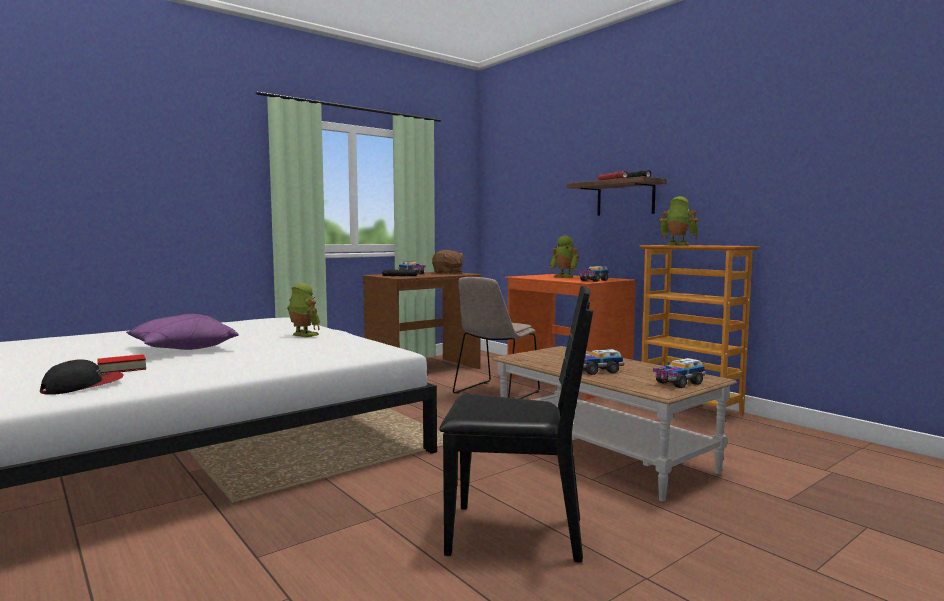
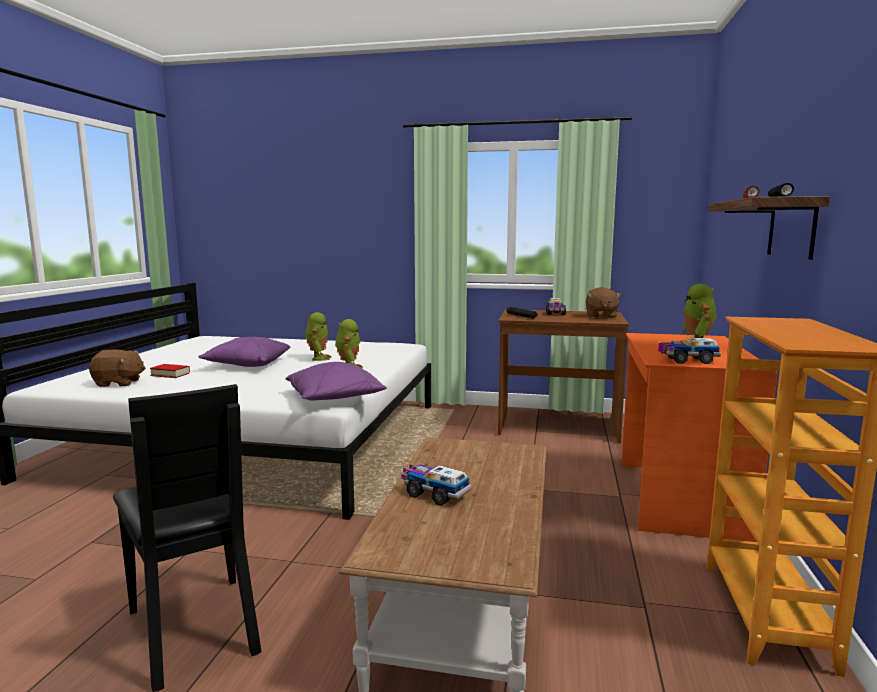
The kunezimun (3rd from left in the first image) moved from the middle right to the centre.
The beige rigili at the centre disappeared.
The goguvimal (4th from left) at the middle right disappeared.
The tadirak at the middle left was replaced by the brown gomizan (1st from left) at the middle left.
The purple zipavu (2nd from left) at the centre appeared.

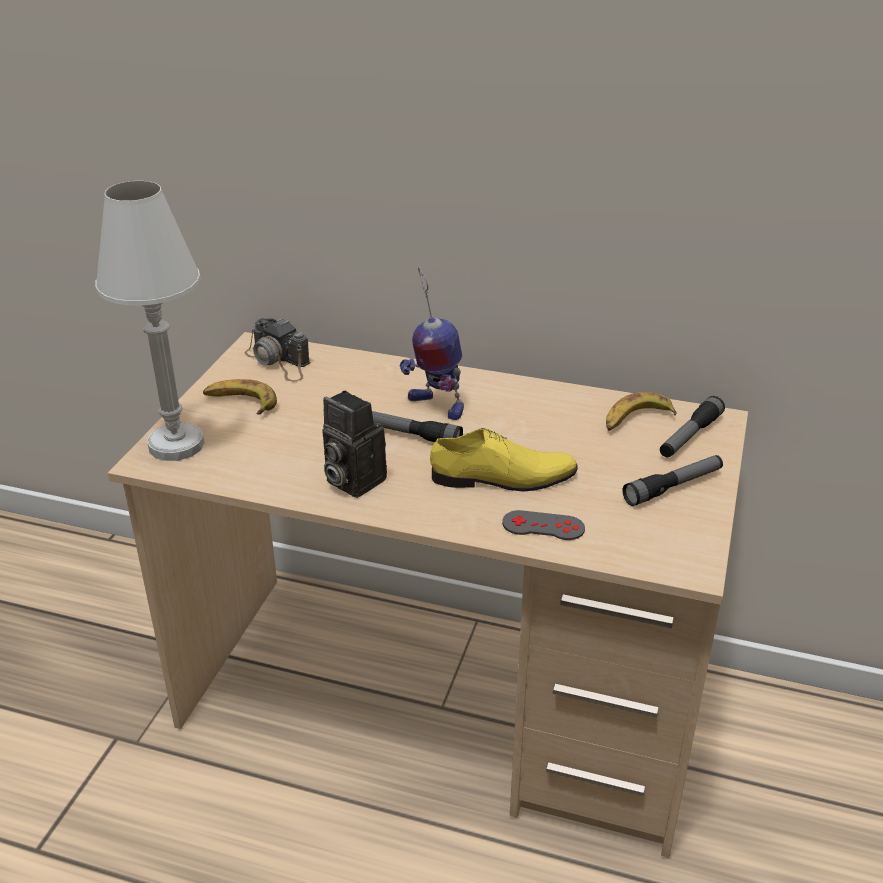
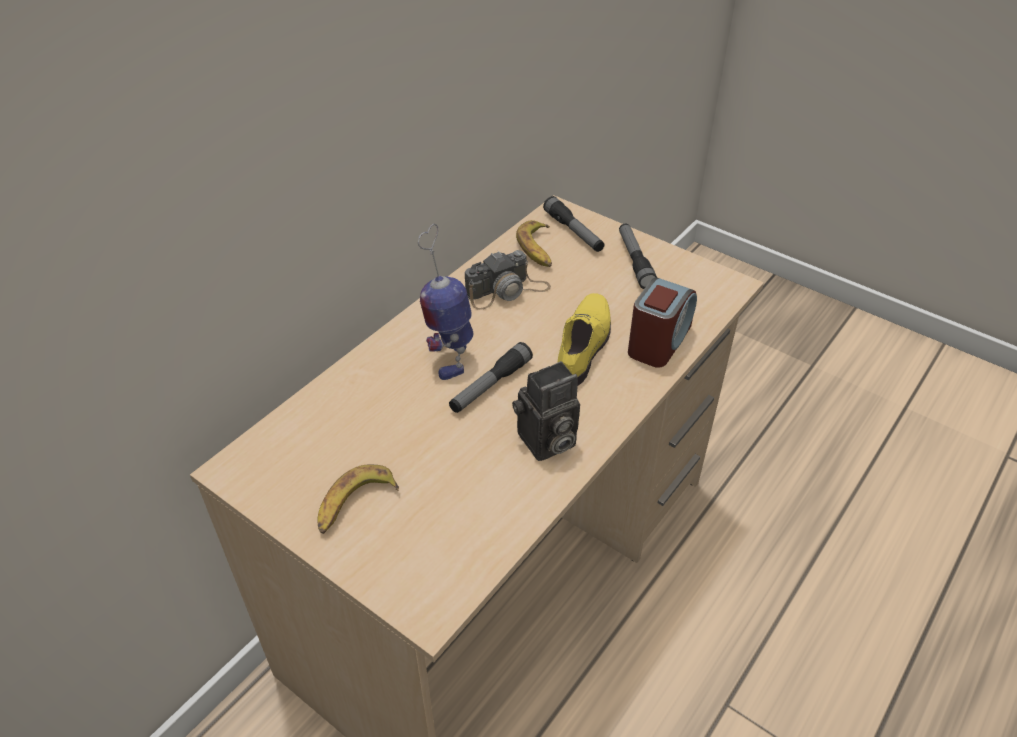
The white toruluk at the middle left disappeared.
The kunezimun at the centre turned 120 degrees clockwise.
The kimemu (1st from left) moved from the middle left to the centre.
The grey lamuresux at the centre was replaced by the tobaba at the centre.

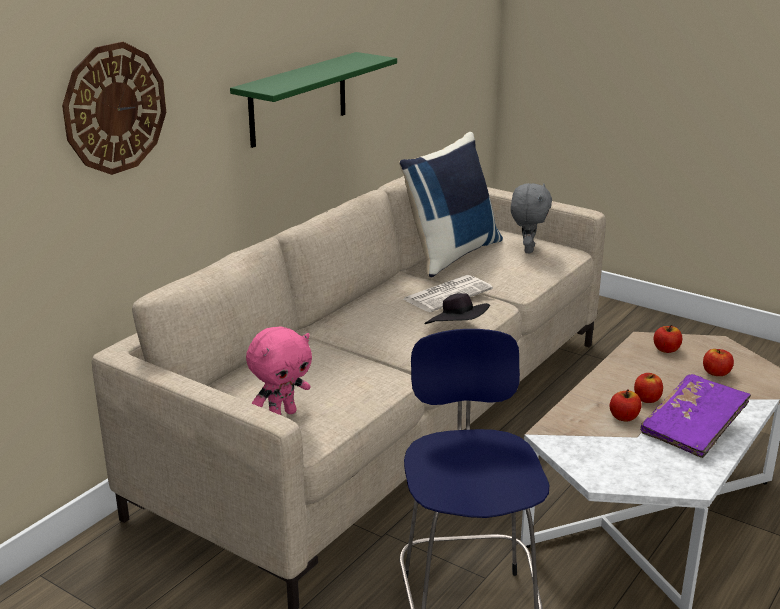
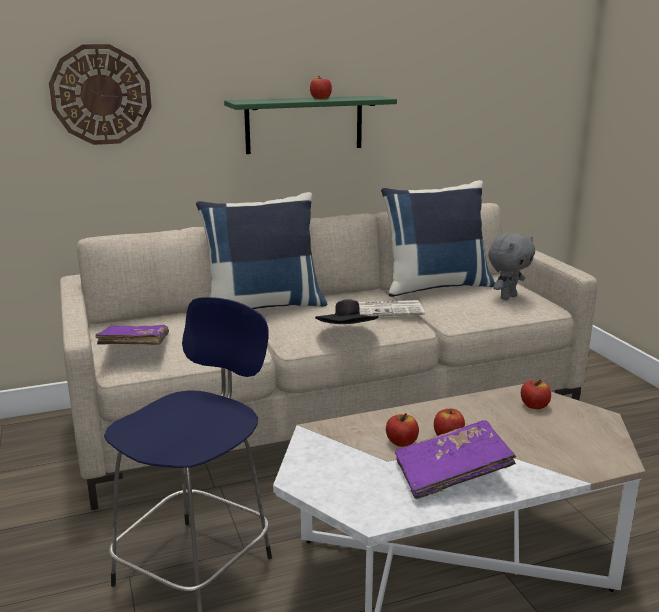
The pink gomizan at the centre was replaced by the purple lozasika (1st from left) at the middle left.
The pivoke (4th from left in the first image) moved from the middle right to the top centre.
The blue zipavu (1st from left) at the centre appeared.

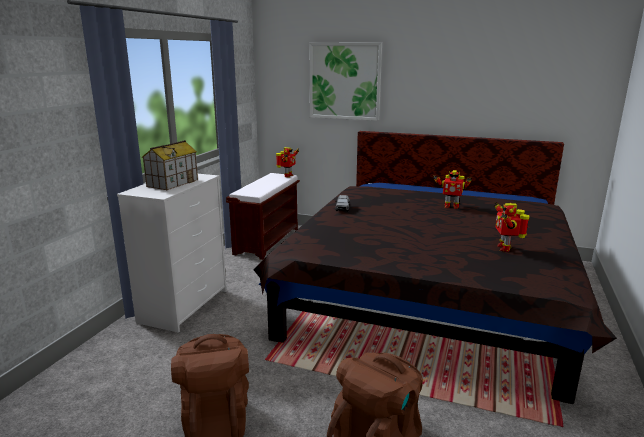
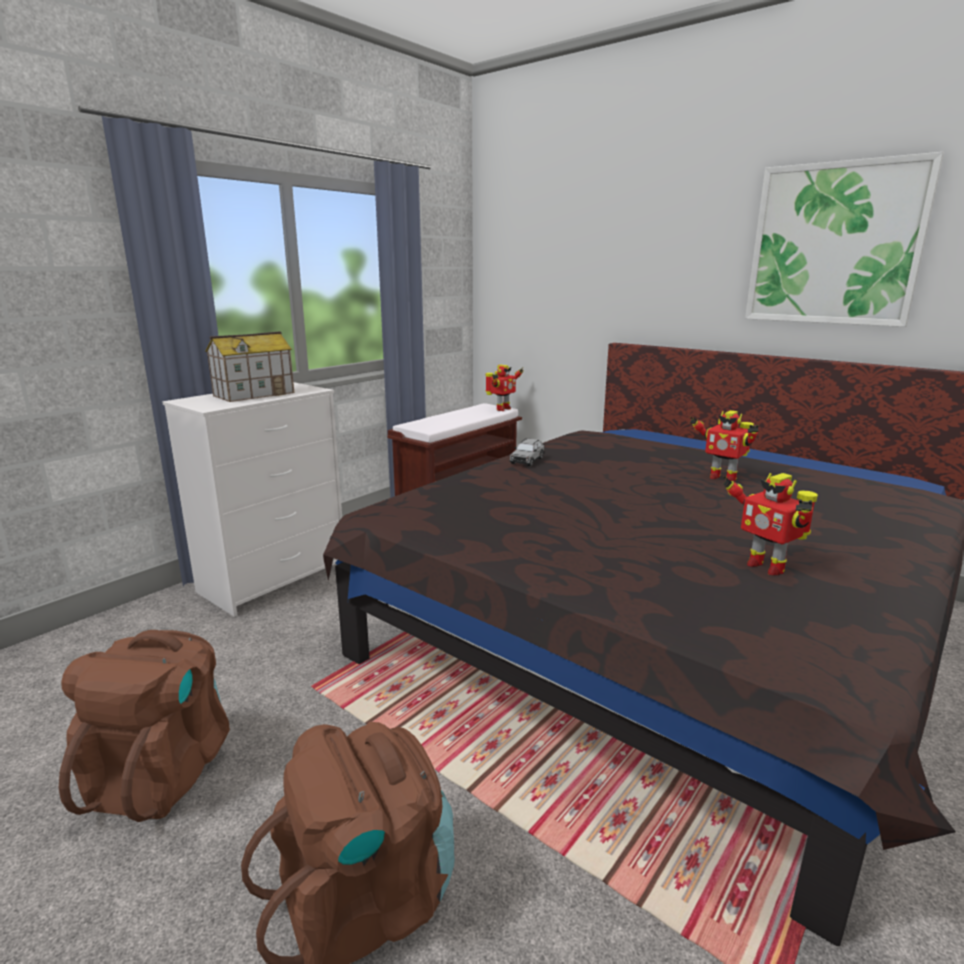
The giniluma moved from the top centre to the top right.
The kunezimun (3rd from left) at the middle right turned 60 degrees counterclockwise.

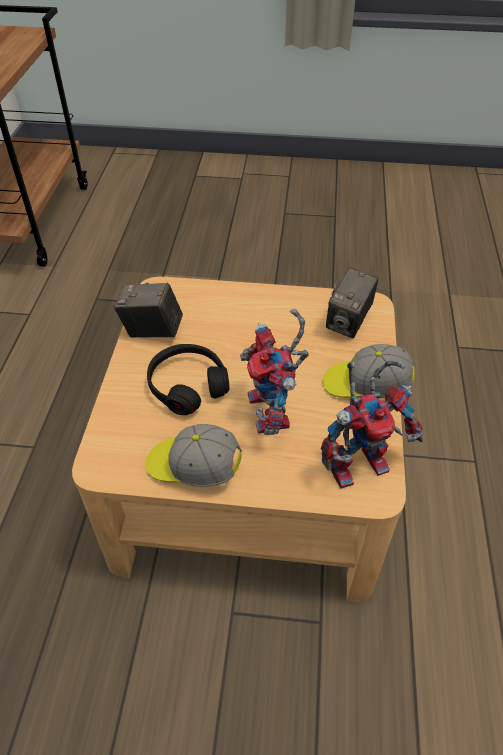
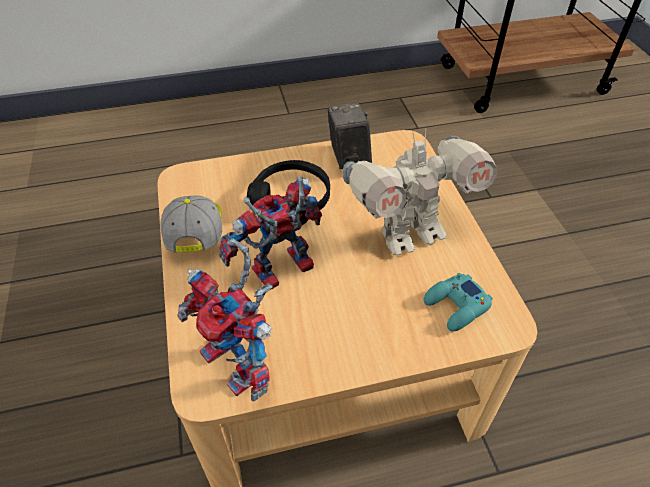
The kimemu (2nd from left) at the middle right was replaced by the turquoise lamuresux at the middle right.
The tadirak (2nd from left) at the middle right disappeared.
The kunezimun (3rd from left) at the centre appeared.

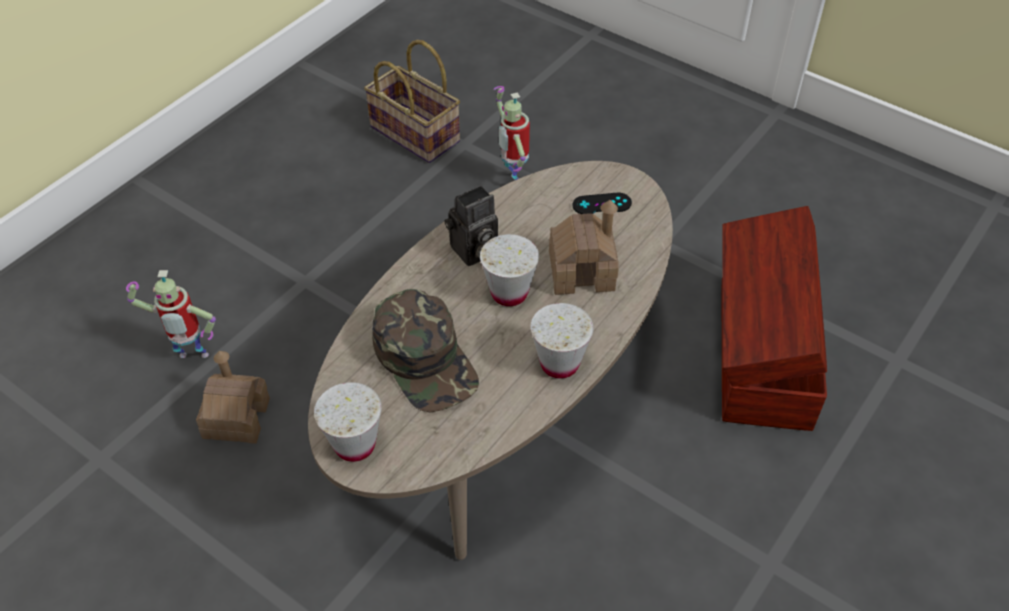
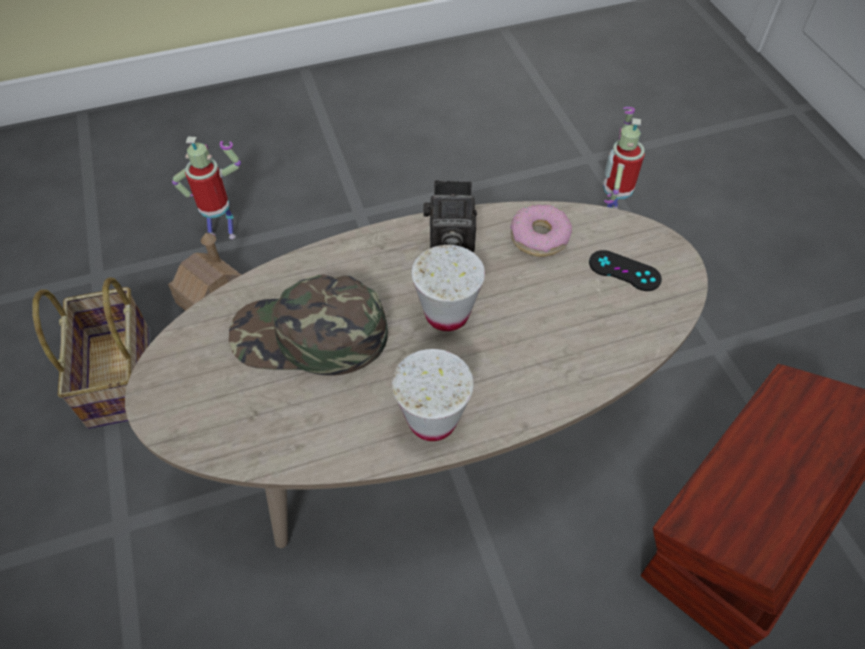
The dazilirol moved from the top centre to the middle left.
The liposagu (2nd from left) at the centre disappeared.
The kunezimun (1st from left) at the middle left turned 150 degrees clockwise.
The green tadirak at the centre turned 90 degrees clockwise.
The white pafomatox (1st from left) at the bottom centre disappeared.
The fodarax at the centre appeared.

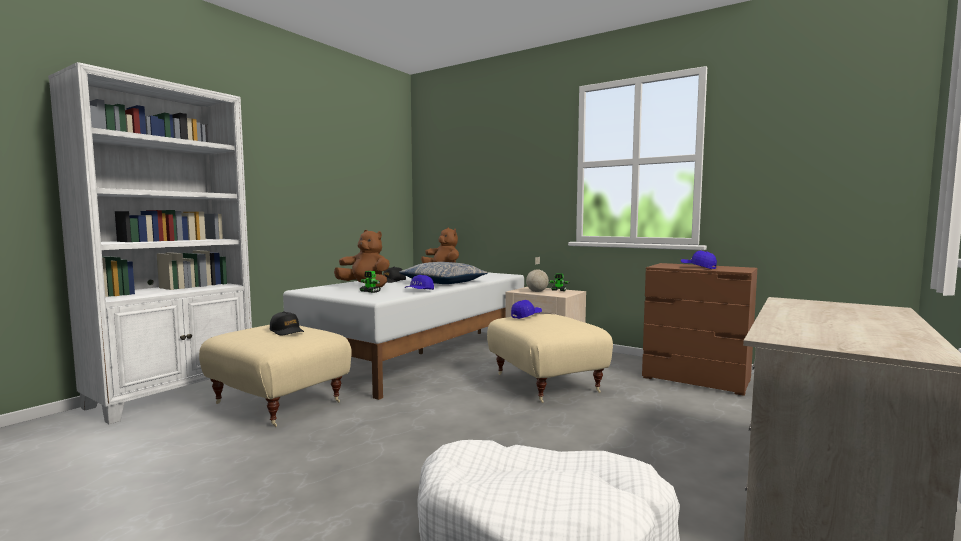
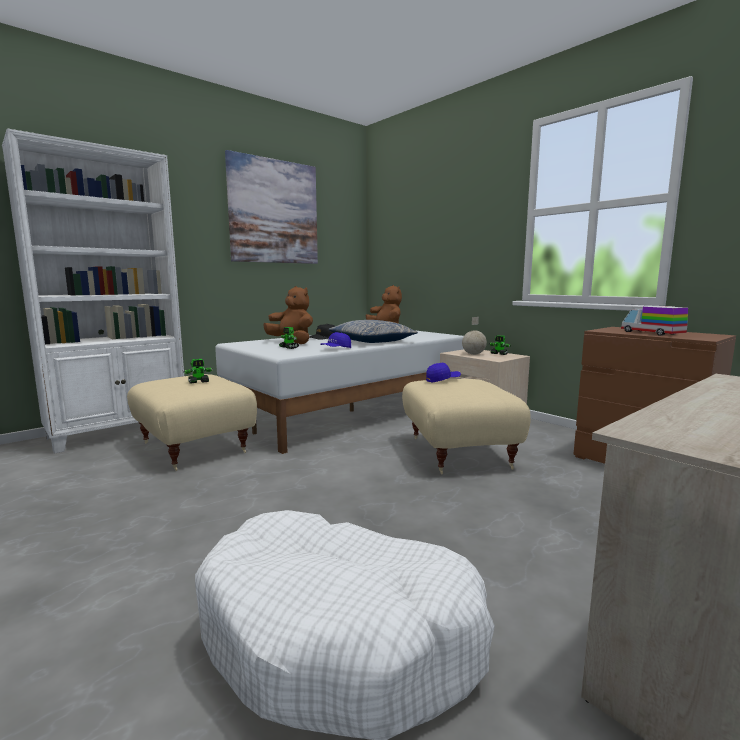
The blue tadirak (3rd from left) at the middle right was replaced by the goguvimal at the middle right.
The black tadirak (1st from left) at the middle left was replaced by the kunezimun (1st from left) at the middle left.
The giniluma at the top centre appeared.

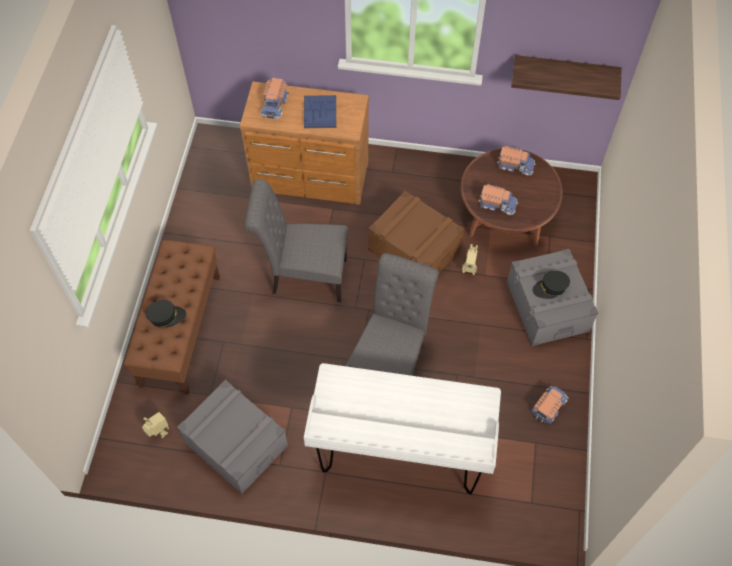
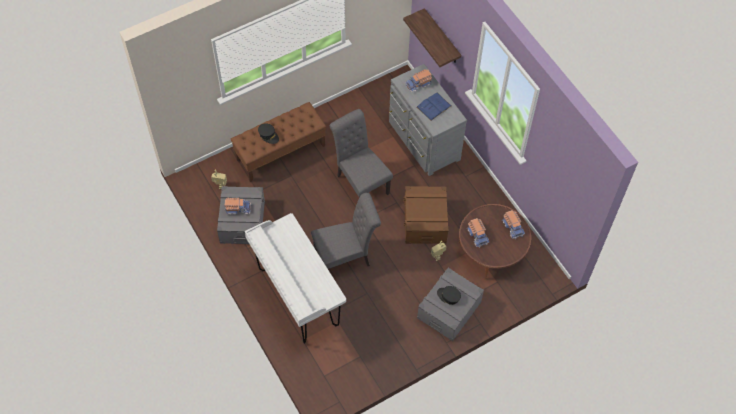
The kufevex moved from the top right to the top centre.
The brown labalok at the top centre became the grey labalok at the top centre.
The goguvimal (4th from left in the first image) moved from the bottom right to the middle left.

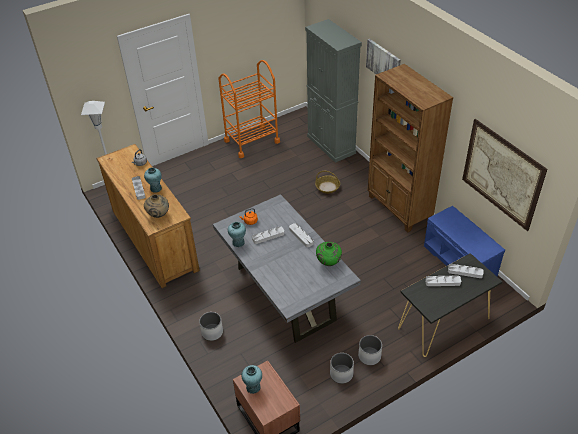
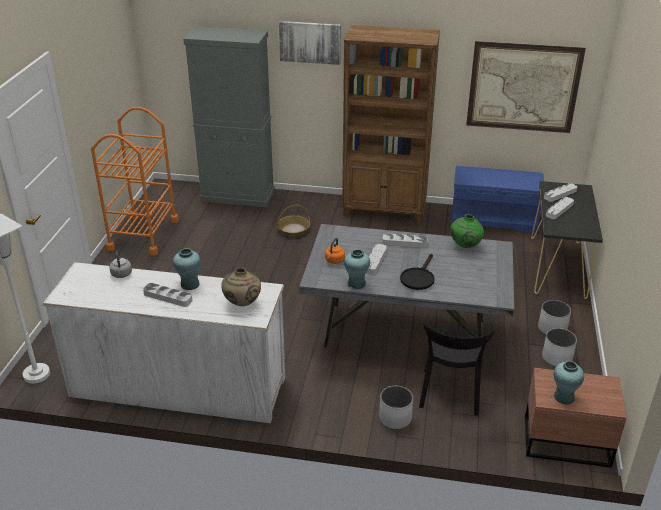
The brown labalok at the middle left became the white labalok at the bottom left.
The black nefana at the centre appeared.
The black rigili at the bottom right appeared.

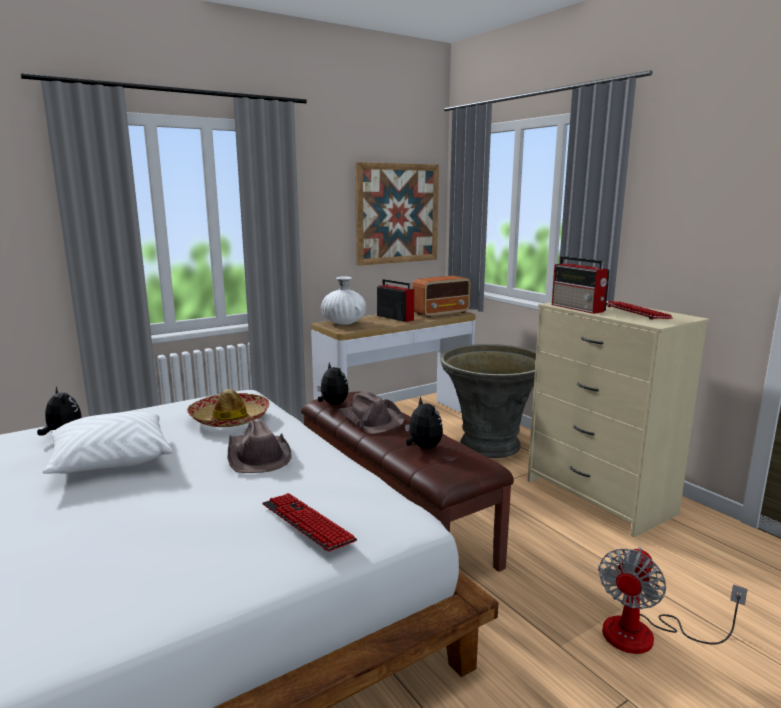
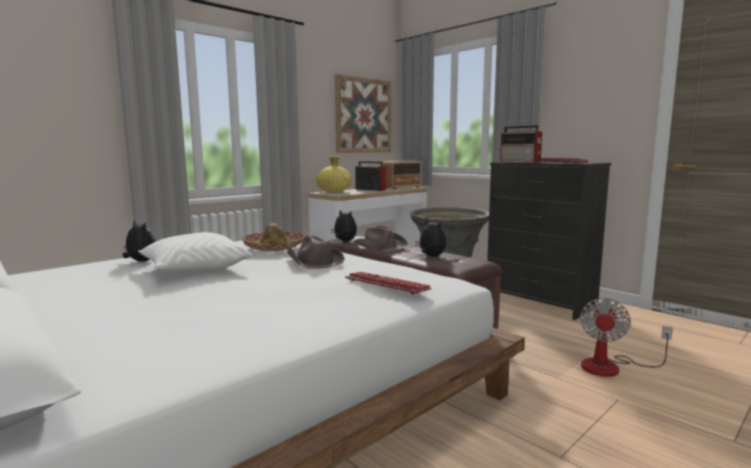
The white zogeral at the centre became the yellow zogeral at the centre.
The beige labalok at the middle right became the black labalok at the middle right.

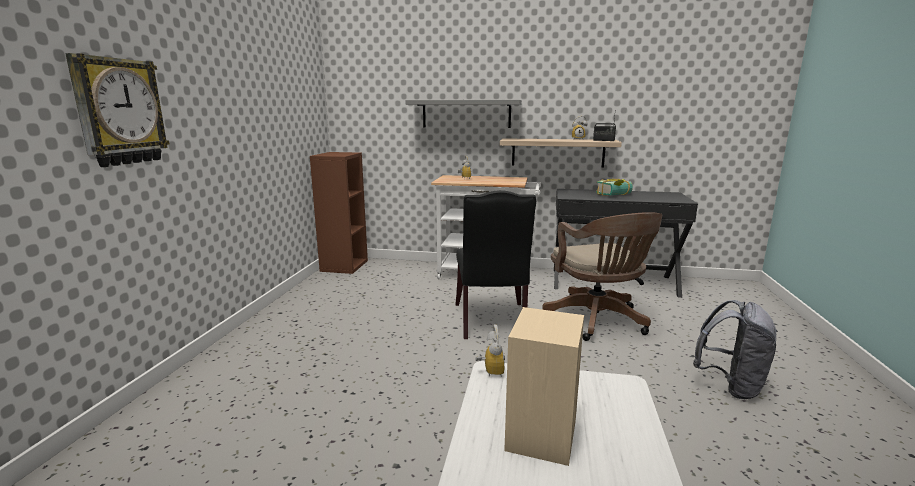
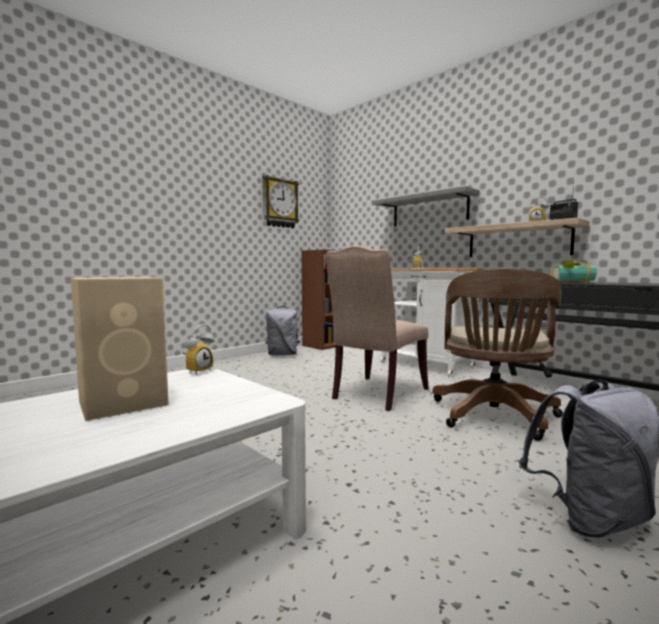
The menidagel moved from the top left to the top centre.
The black rigili at the centre became the beige rigili at the centre.
The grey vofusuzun (1st from left) at the centre appeared.

